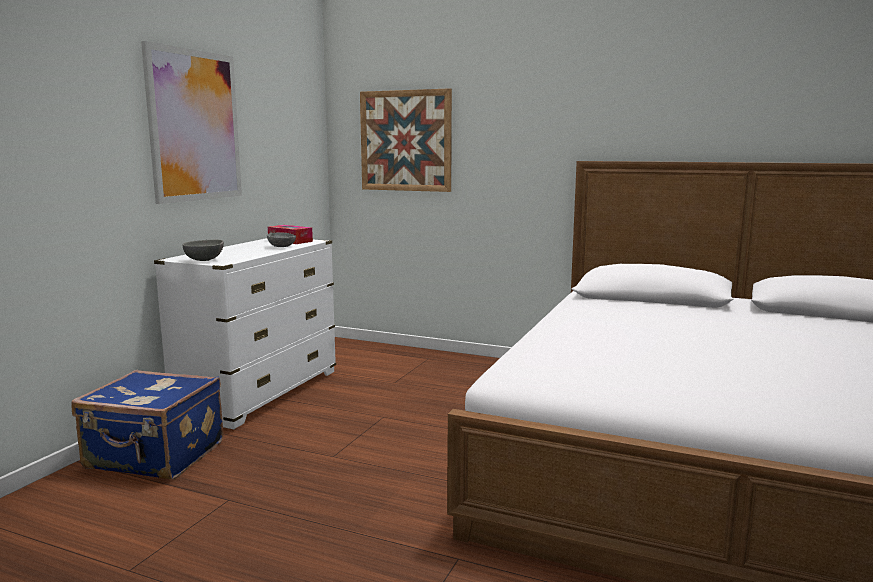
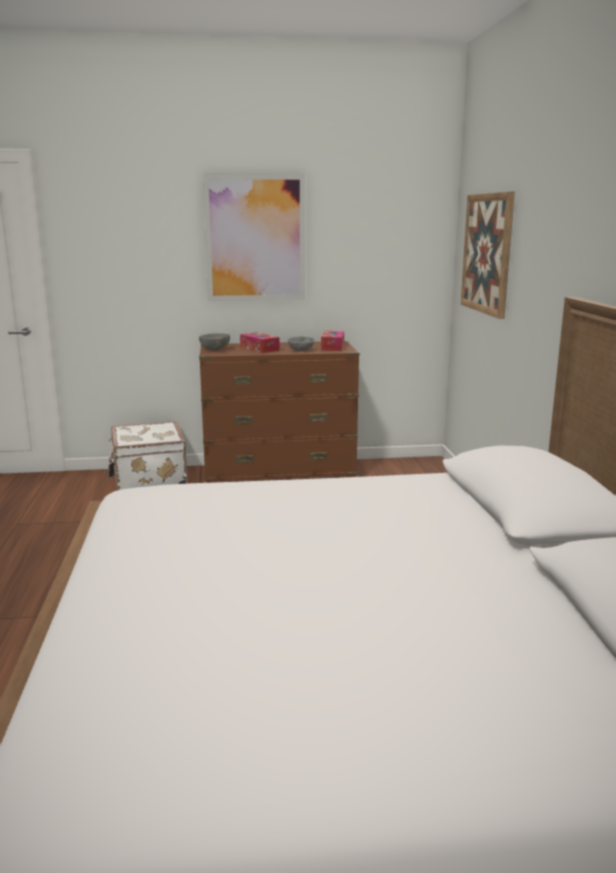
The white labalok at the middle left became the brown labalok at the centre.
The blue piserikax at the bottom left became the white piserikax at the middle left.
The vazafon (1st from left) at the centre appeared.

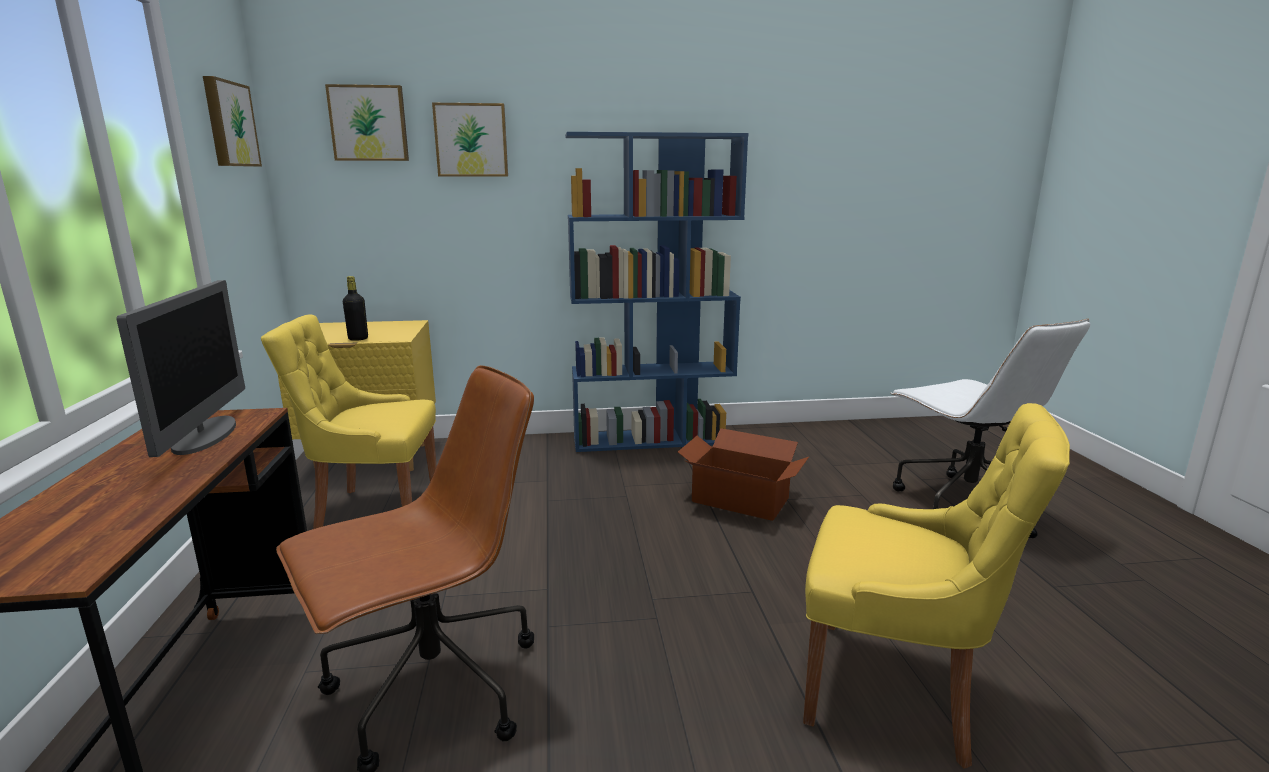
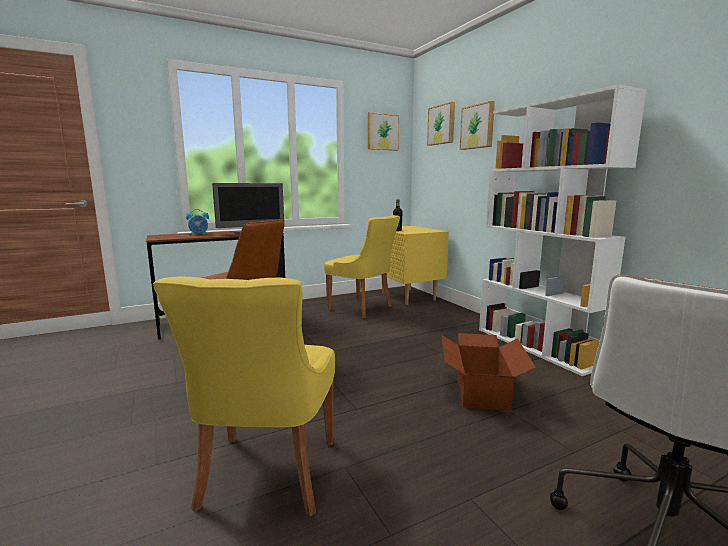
The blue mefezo at the centre became the white mefezo at the middle right.
The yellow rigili (1st from left in the first image) at the middle left turned 150 degrees clockwise.
The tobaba at the middle left appeared.

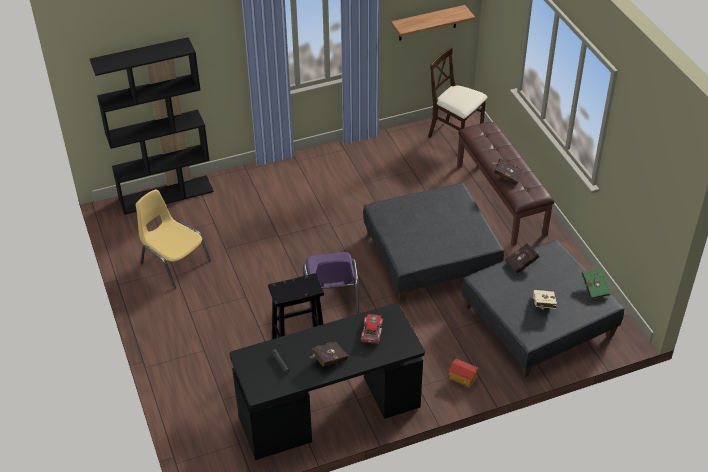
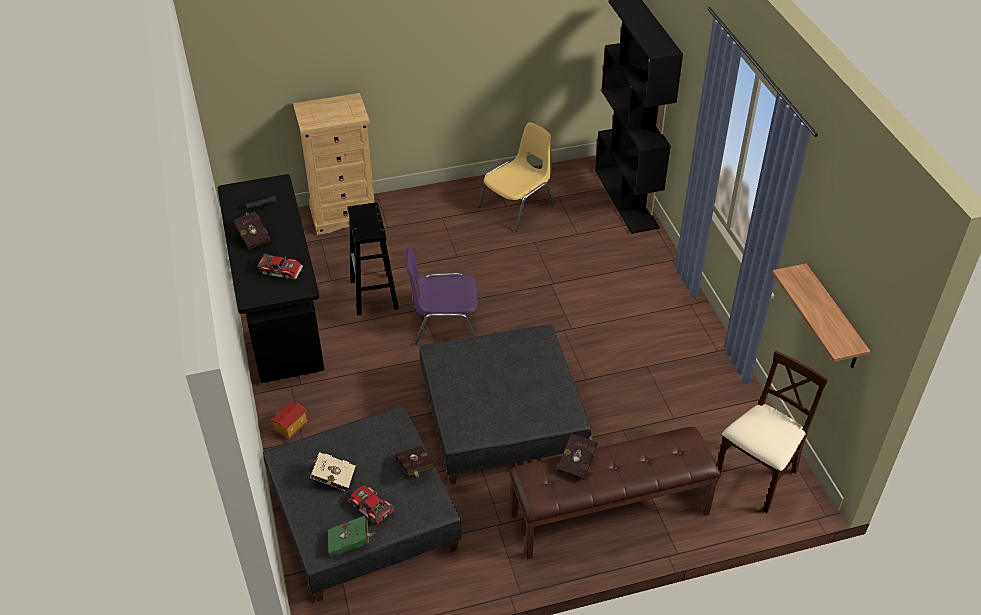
The beige labalok at the top centre appeared.
The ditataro (2nd from left) at the bottom centre appeared.

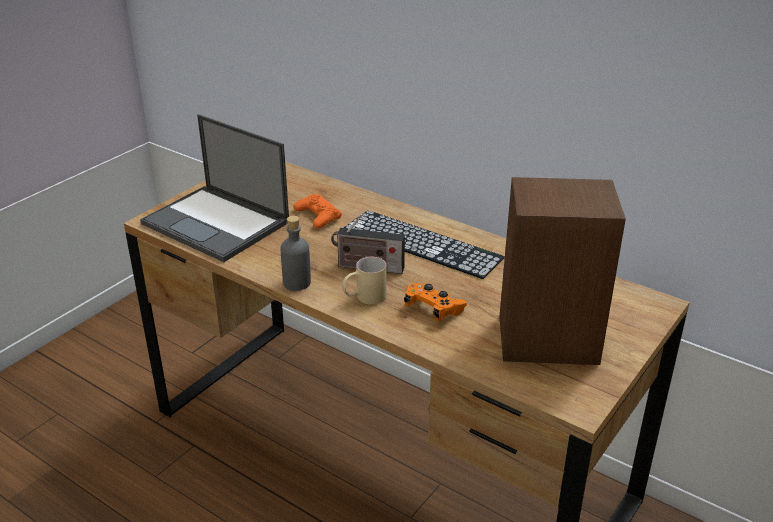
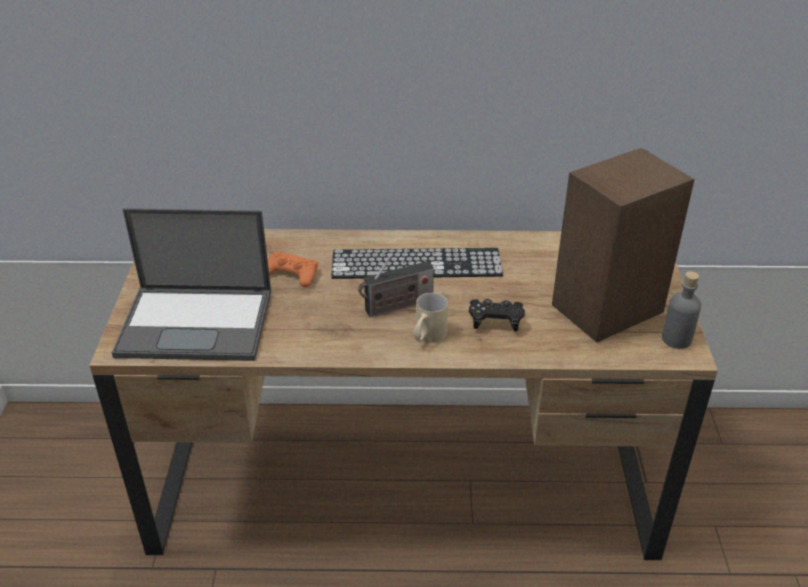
The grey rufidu moved from the centre to the middle right.
The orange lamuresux (2nd from left) at the centre became the black lamuresux at the centre.

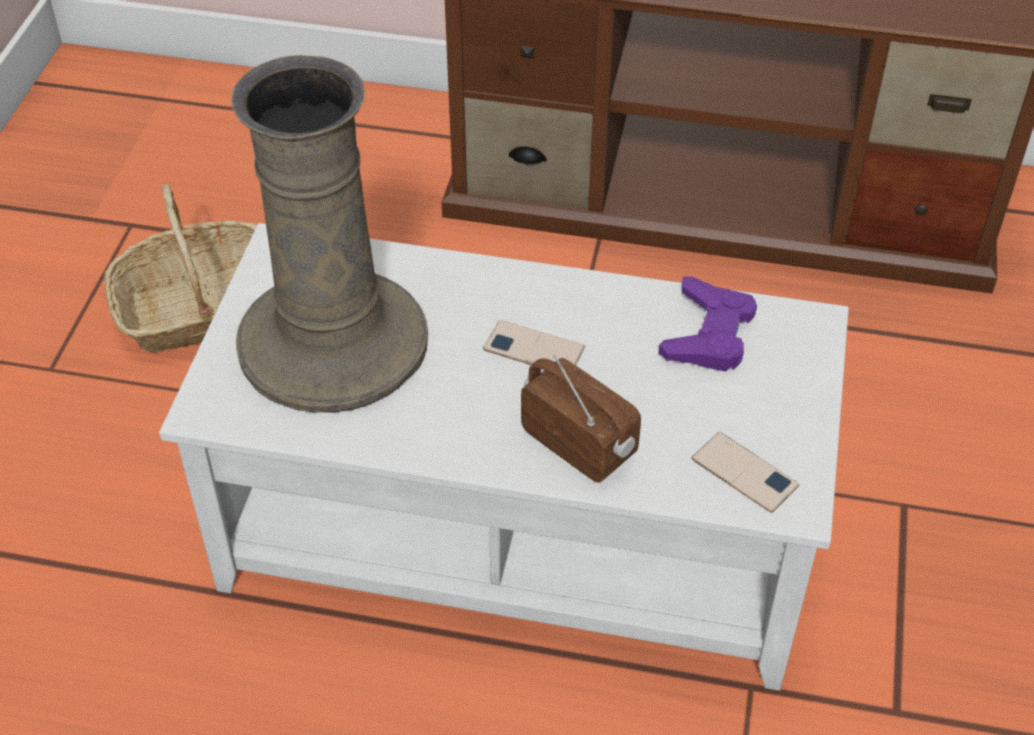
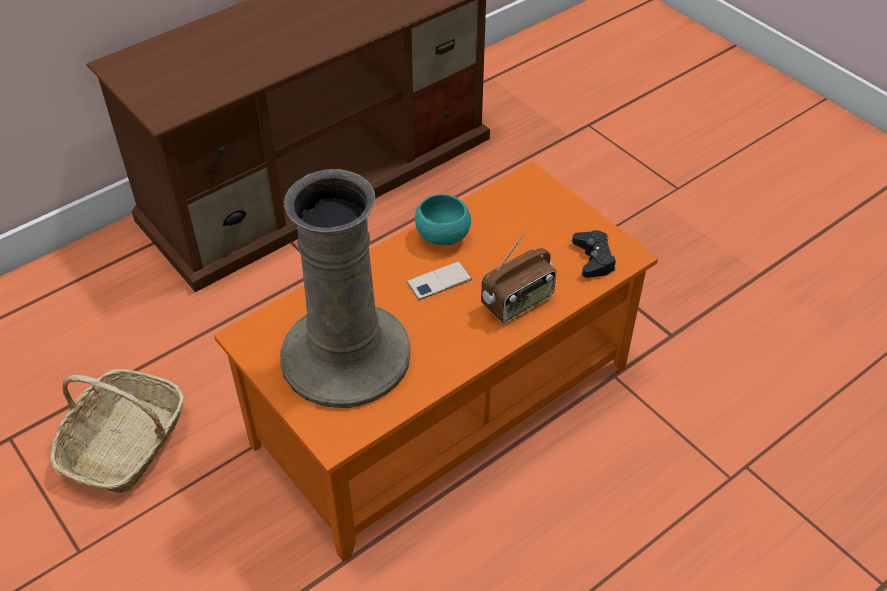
The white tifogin at the centre became the orange tifogin at the centre.
The purple lamuresux at the middle right disappeared.
The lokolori at the centre turned 150 degrees clockwise.
The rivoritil (2nd from left) at the middle right was replaced by the black lamuresux at the middle right.
The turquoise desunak at the centre appeared.

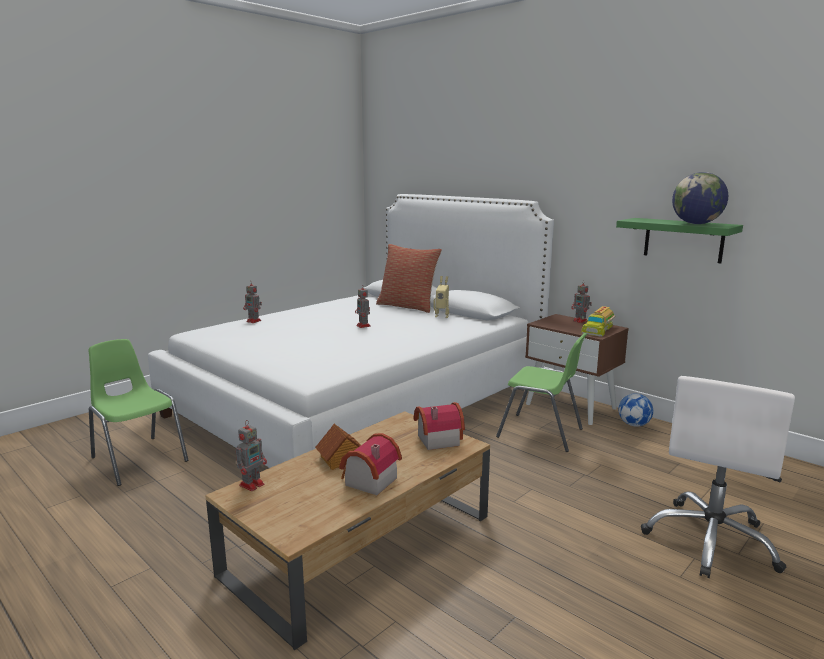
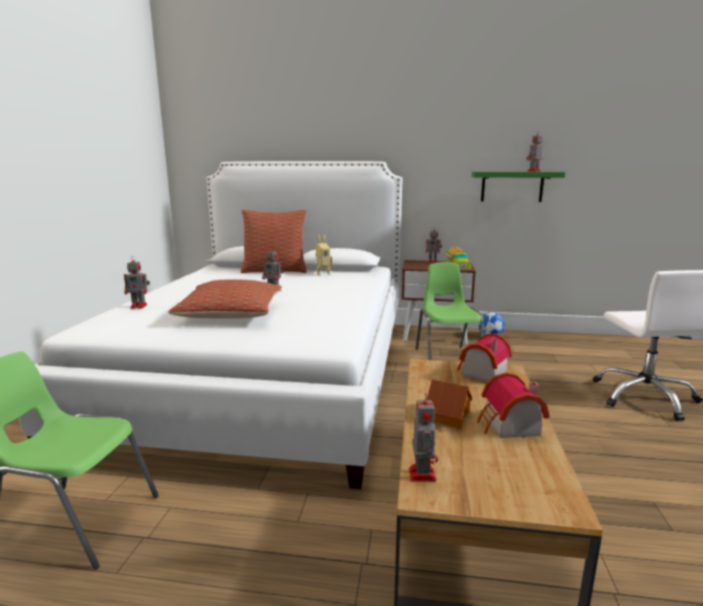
The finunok at the top right was replaced by the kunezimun (6th from left) at the top right.
The green rigili (2nd from left) at the centre turned 90 degrees counterclockwise.
The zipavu (1st from left) at the middle left appeared.

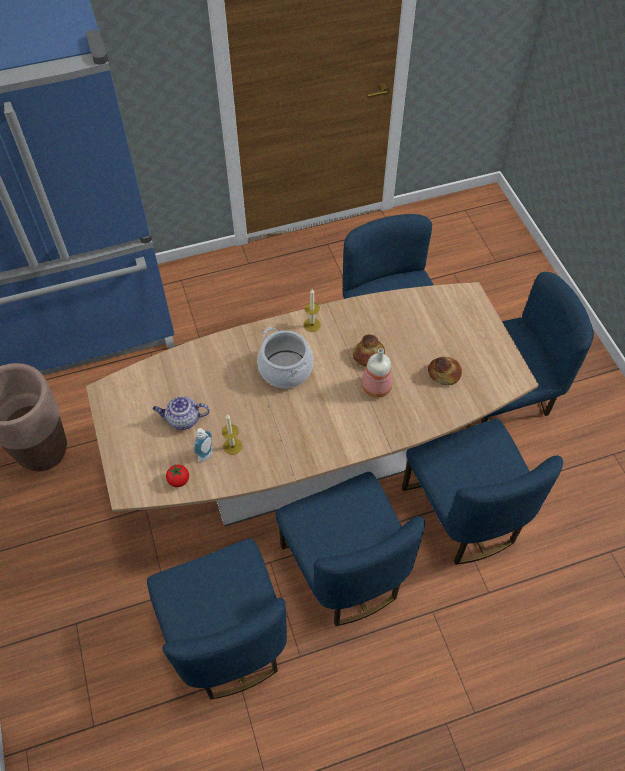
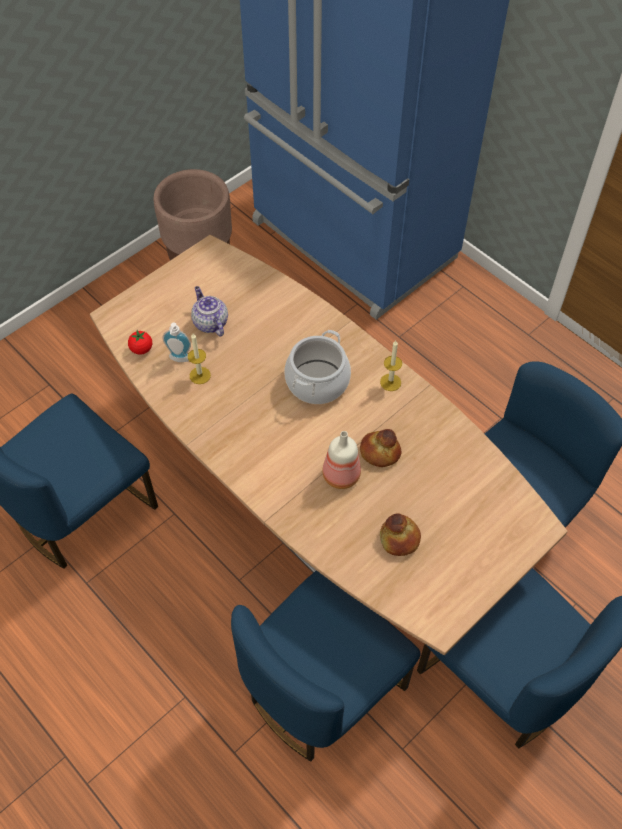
The blue rigili (2nd from left) at the bottom centre disappeared.

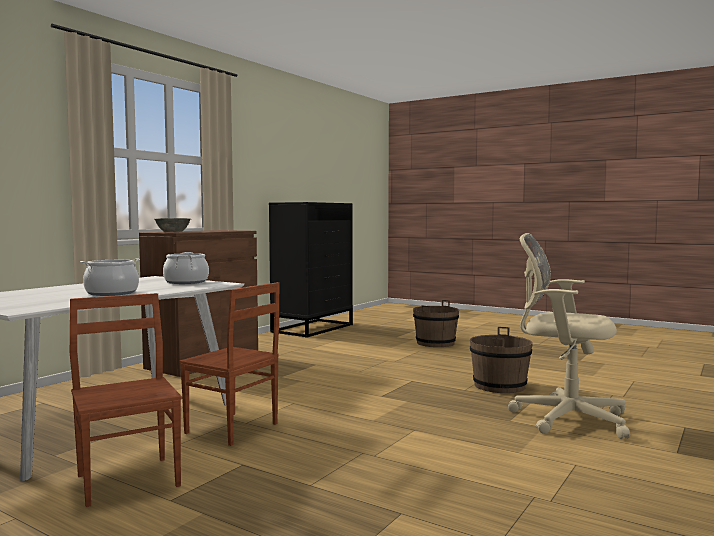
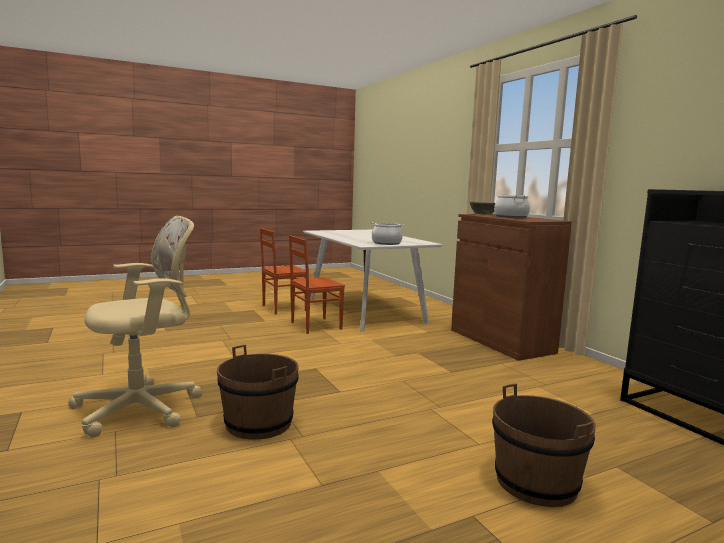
The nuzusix (1st from left in the first image) moved from the middle left to the middle right.
The brown rigili (1st from left) at the bottom left turned 150 degrees clockwise.

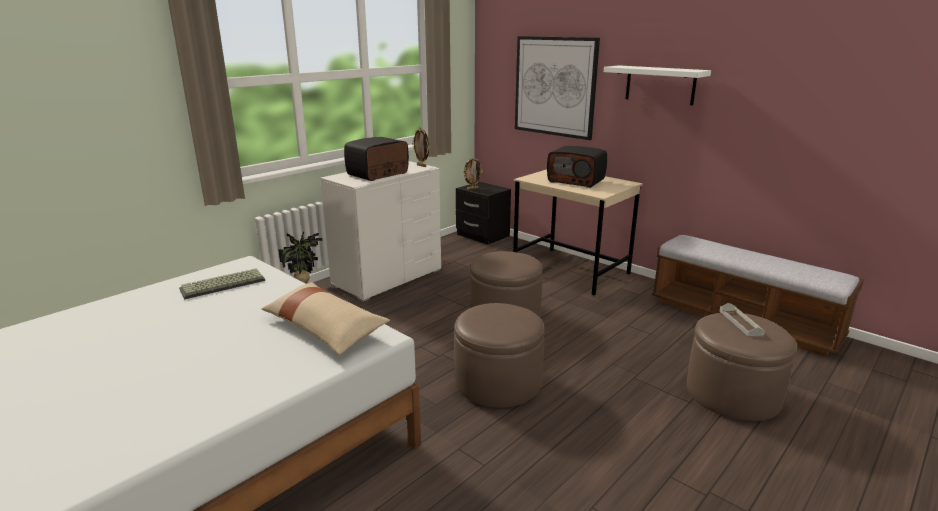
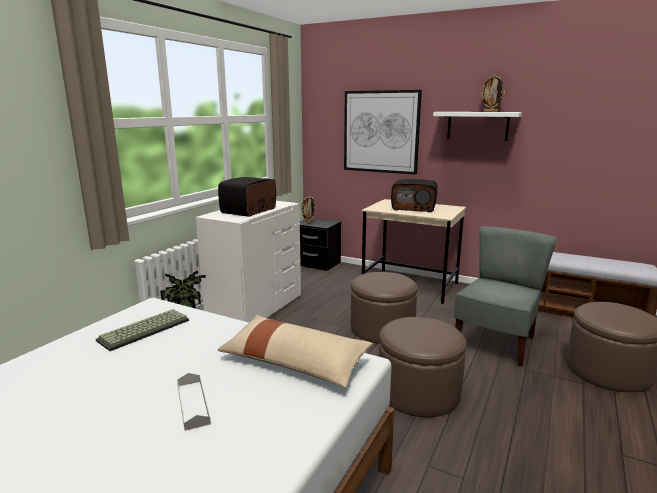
The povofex (1st from left in the first image) moved from the top centre to the top right.
The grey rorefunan moved from the middle right to the bottom left.
The grey rigili at the middle right appeared.

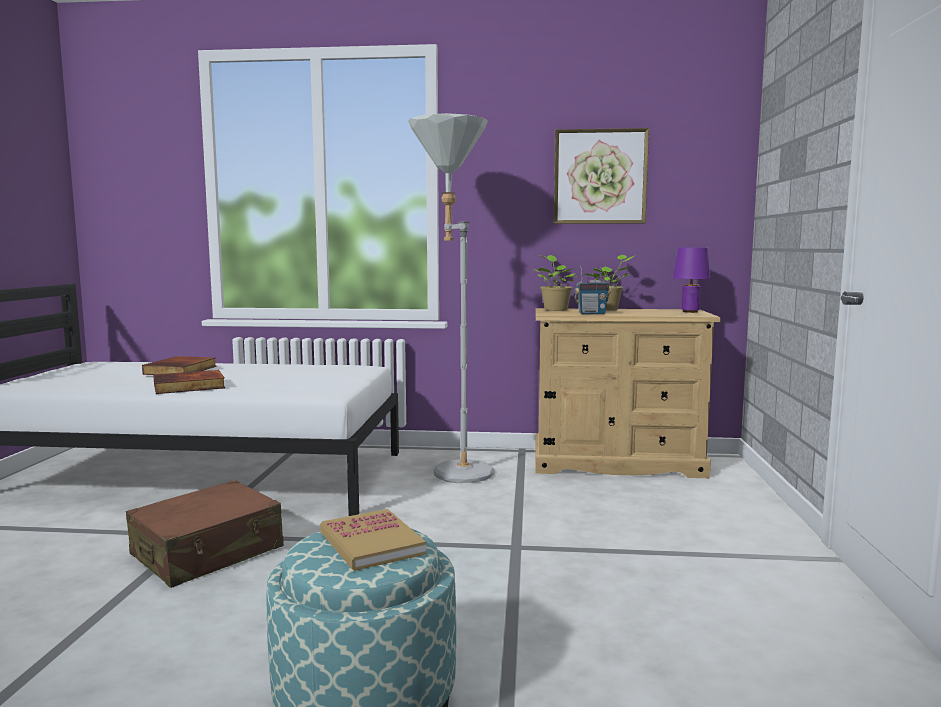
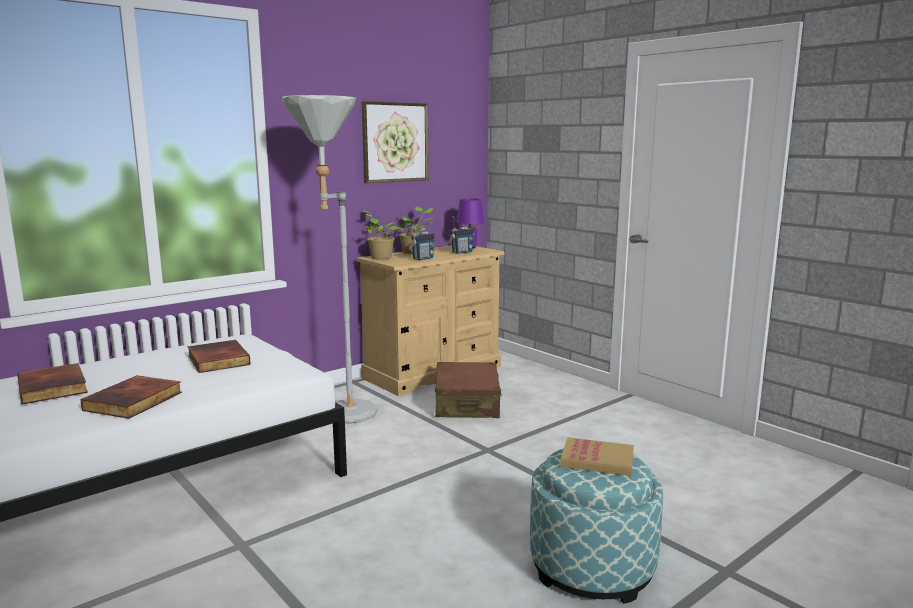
The brown piserikax moved from the bottom left to the centre.
The lokolori (2nd from left) at the centre appeared.
The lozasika (3rd from left) at the middle left appeared.

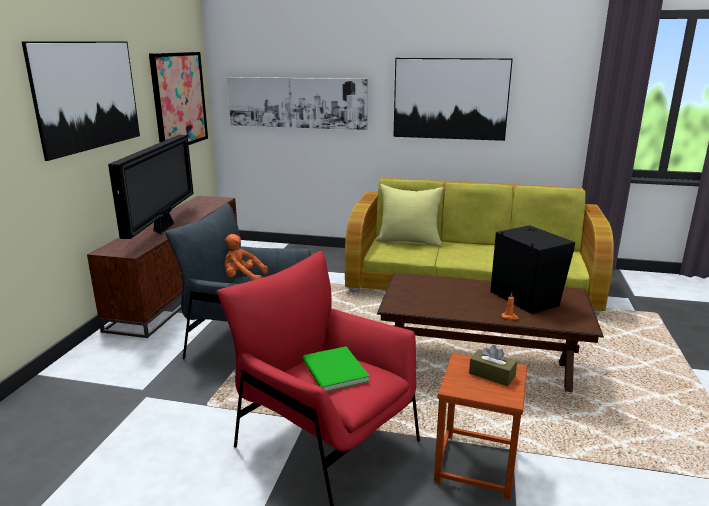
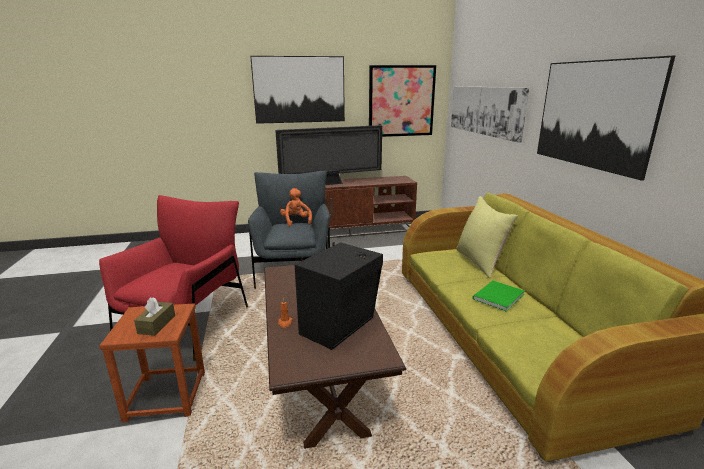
The green lozasika moved from the bottom centre to the middle right.

